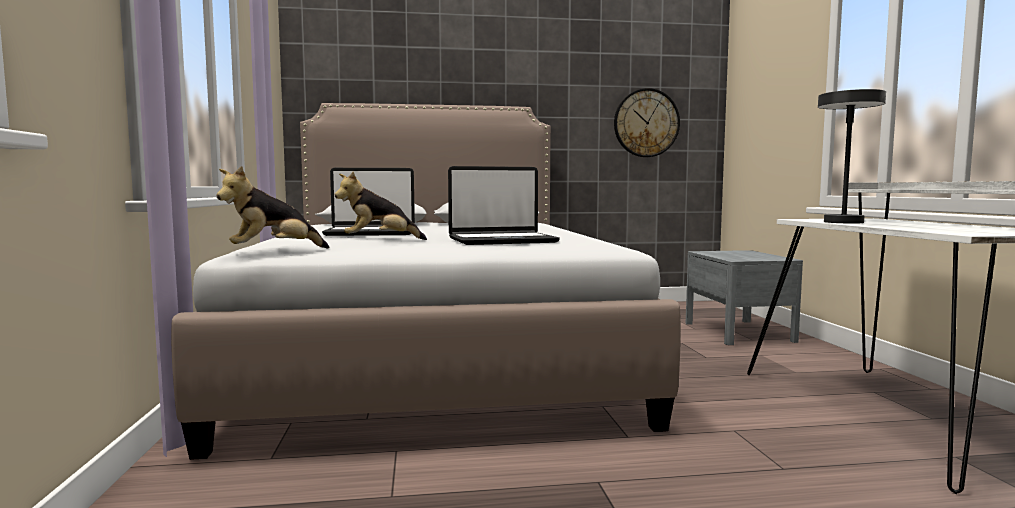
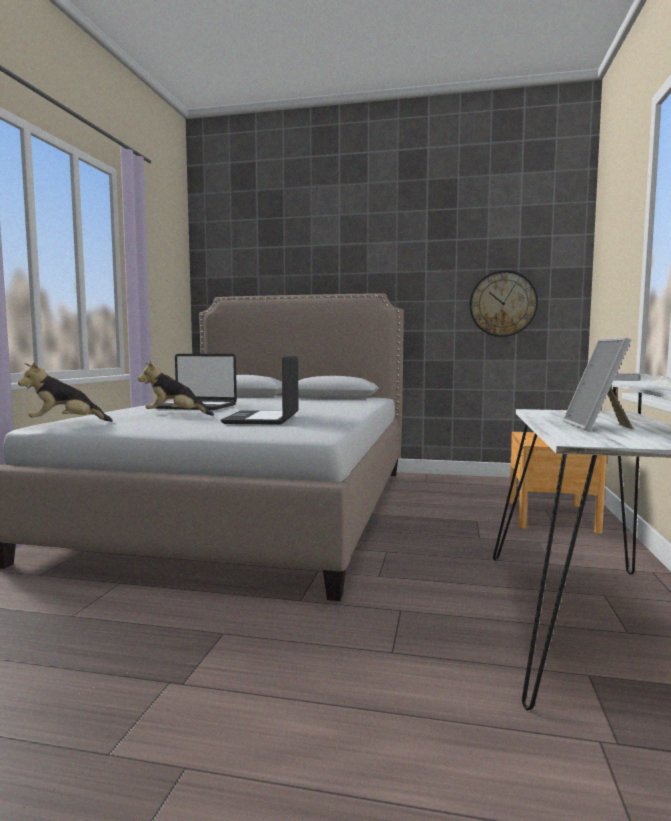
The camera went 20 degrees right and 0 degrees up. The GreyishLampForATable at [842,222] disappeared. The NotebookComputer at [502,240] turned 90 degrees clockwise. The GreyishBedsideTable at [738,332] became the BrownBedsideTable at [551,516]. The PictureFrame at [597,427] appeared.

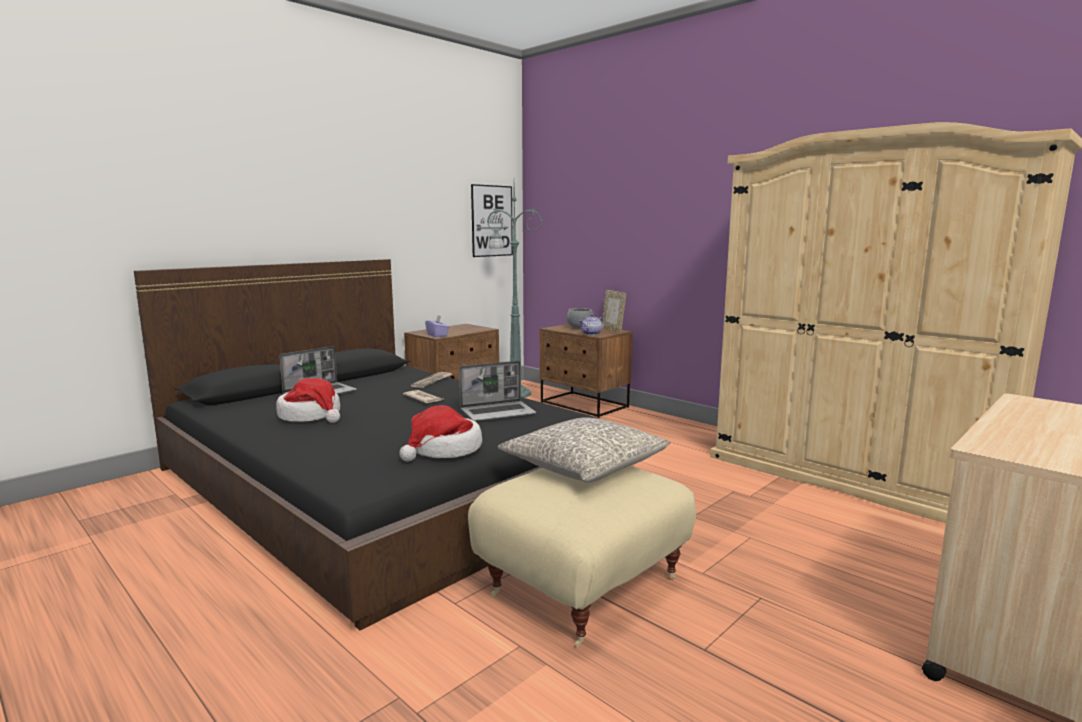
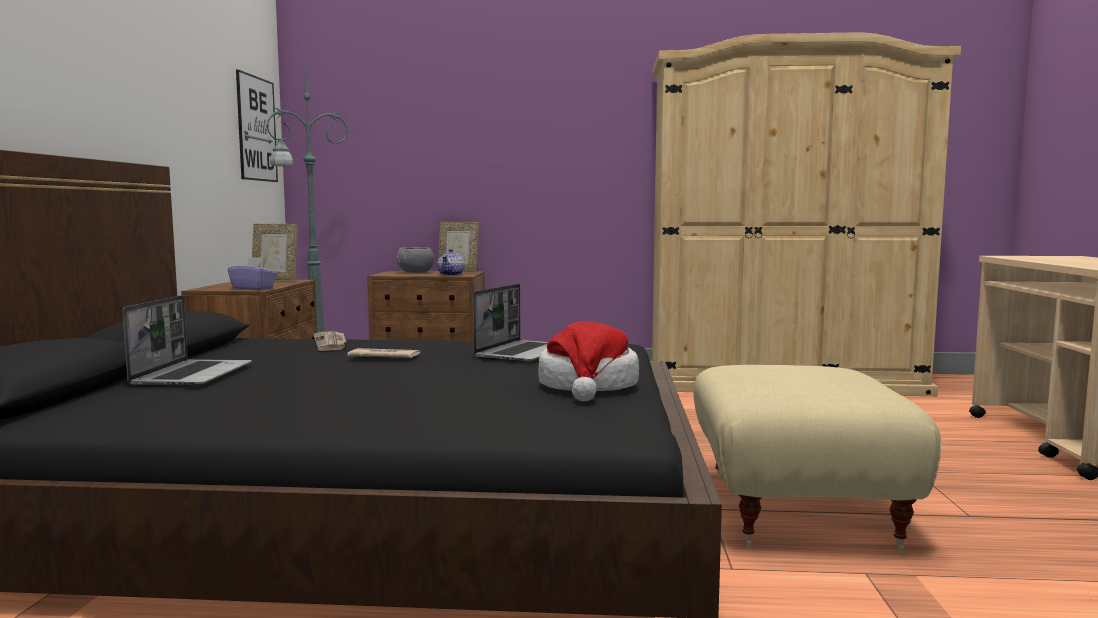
The camera went 40 degrees left and 5 degrees down. The Hat at [311,416] disappeared. The GreyishPillow at [584,465] disappeared. The PictureFrame at [275,281] appeared.

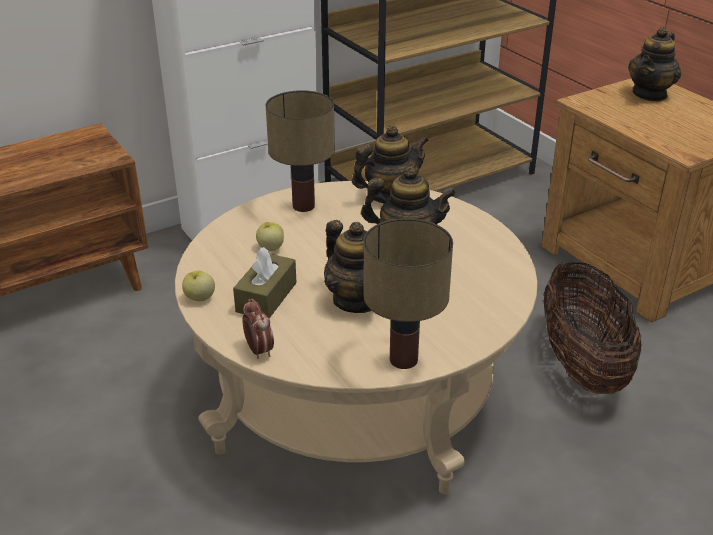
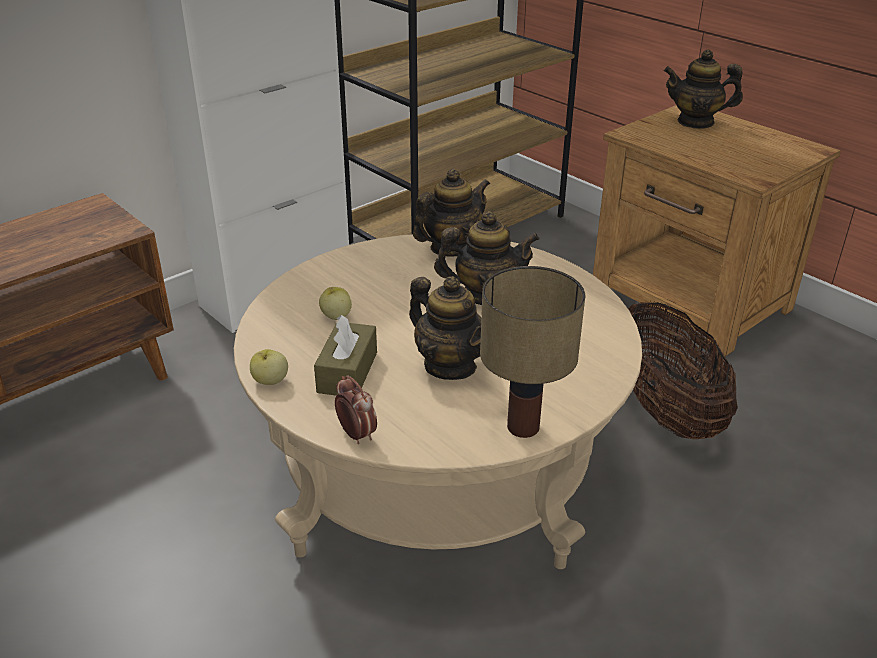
The camera went 10 degrees left and 0 degrees up. The Teapot at [650,94] turned 75 degrees clockwise. The LampForATable at [302,206] disappeared.

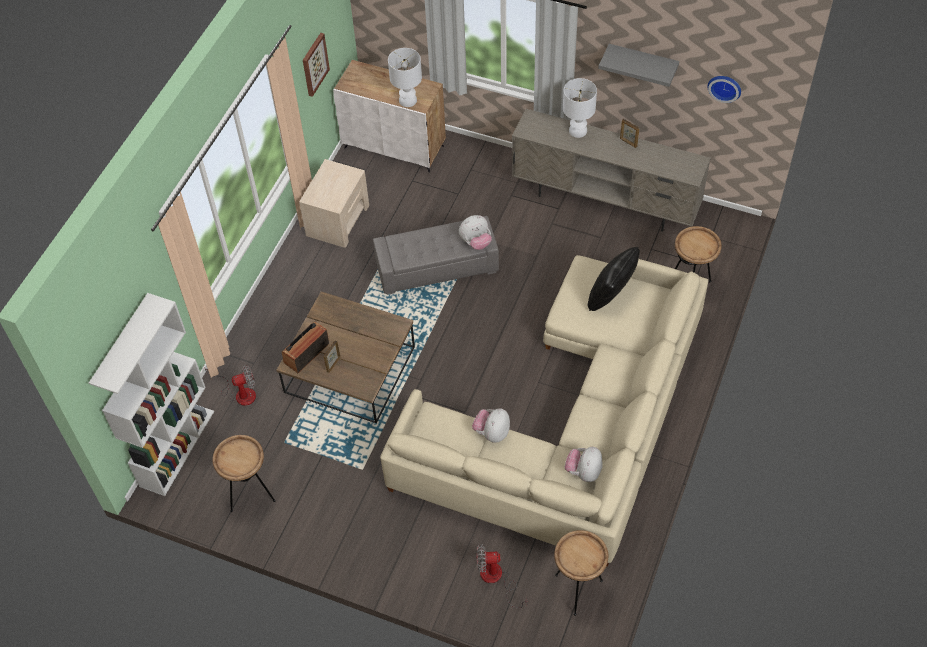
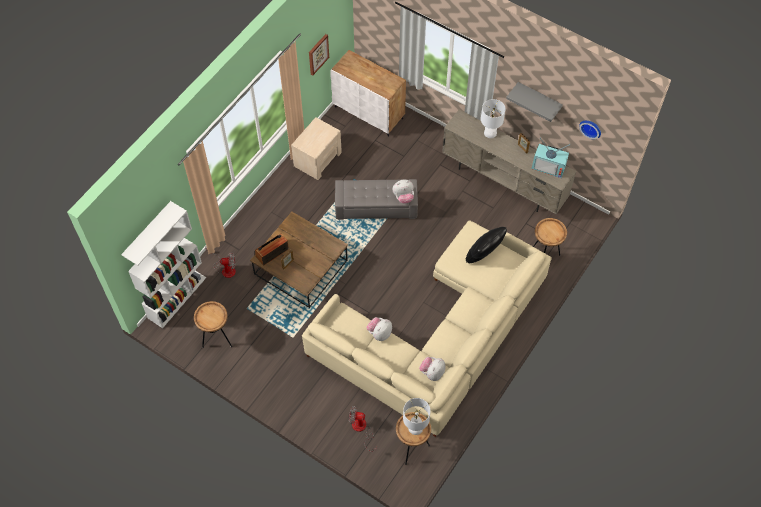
The camera went 10 degrees right and 5 degrees up. The WhiteColouredLampForATable moved from [407,100] to [415,427]. The Tv at [549,166] appeared.

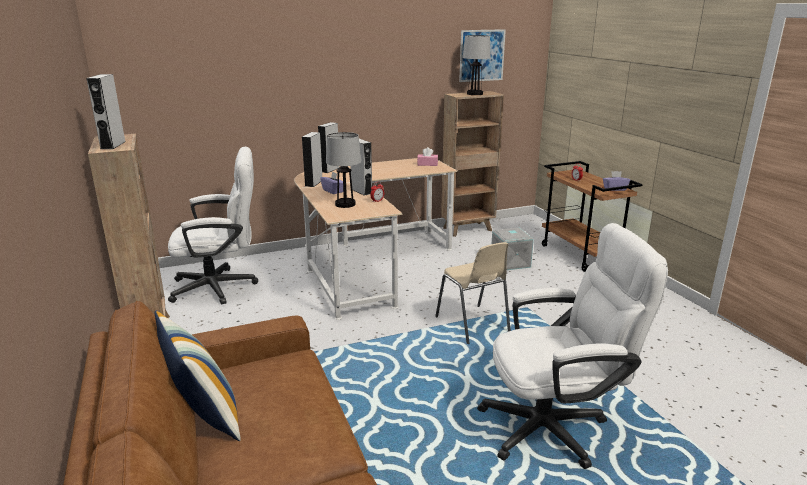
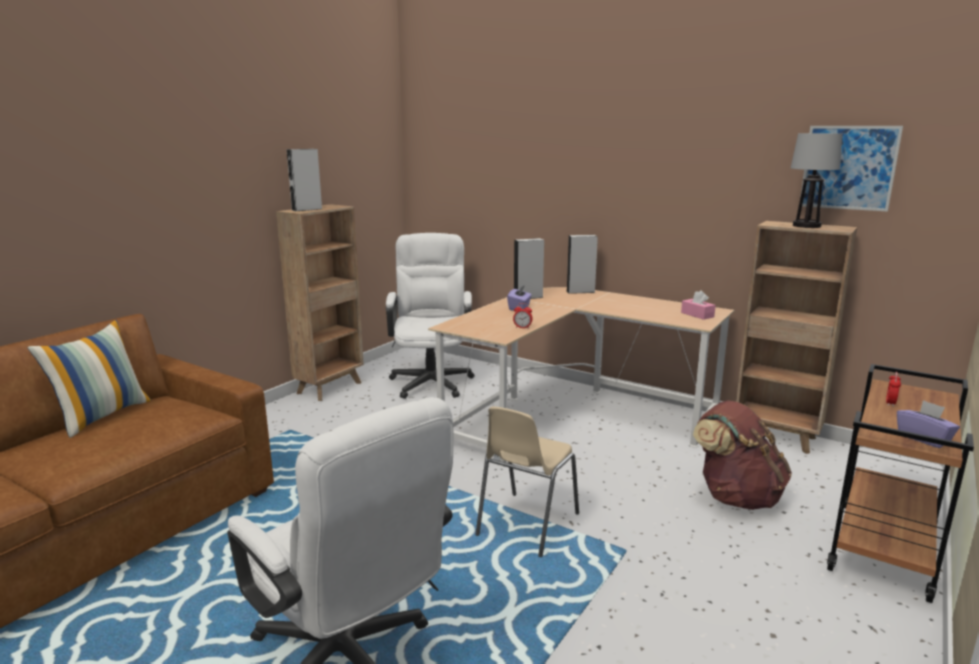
The camera went 55 degrees right and 5 degrees down. The LampForATable at [344,204] disappeared. The GreyishAudioSpeaker at [361,191] disappeared. The WhiteColouredComputerChair at [222,286] turned 135 degrees counterclockwise. The GreyishStorageBox at [509,262] was replaced by the BrownBackpack at [736,497].

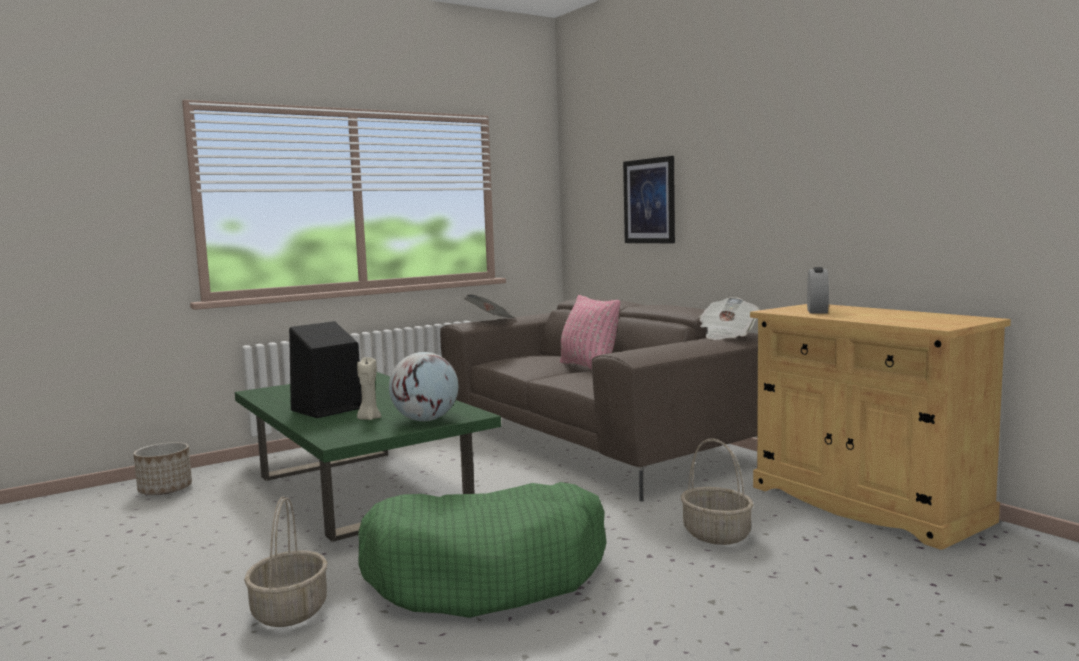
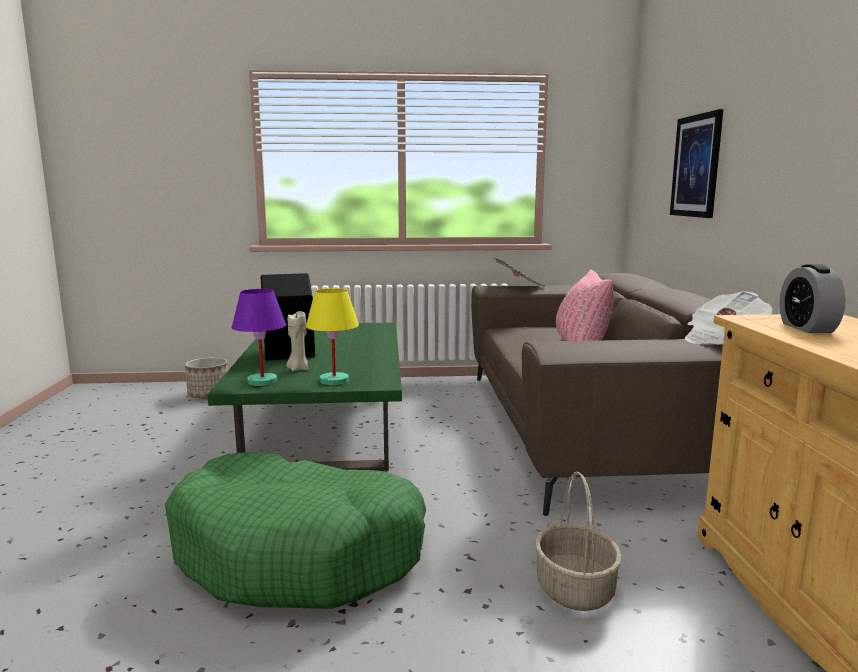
The camera went 30 degrees right and 5 degrees up. The TableClock at [817,311] turned 135 degrees clockwise. The DeskGlobe at [425,420] was replaced by the YellowLampForATable at [334,380]. The HouseholdBasket at [289,611] disappeared. The PurpleColouredLampForATable at [262,381] appeared.

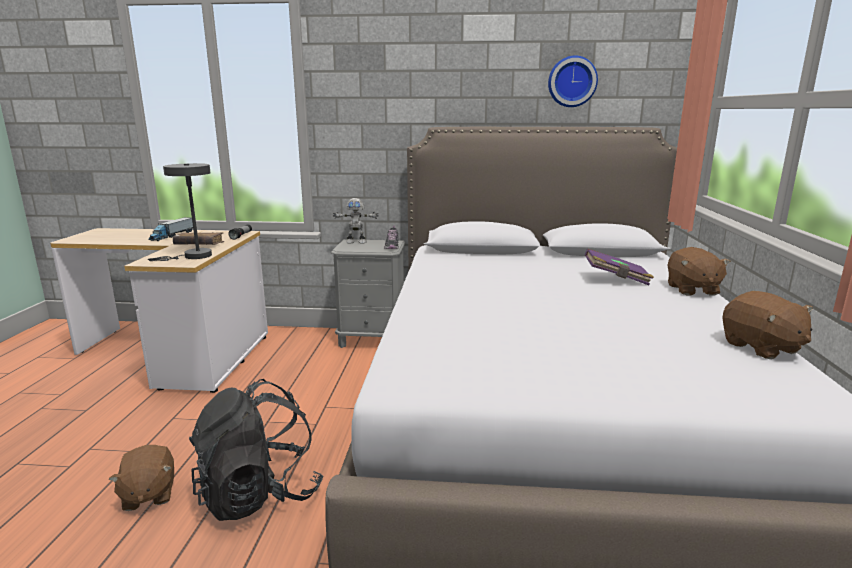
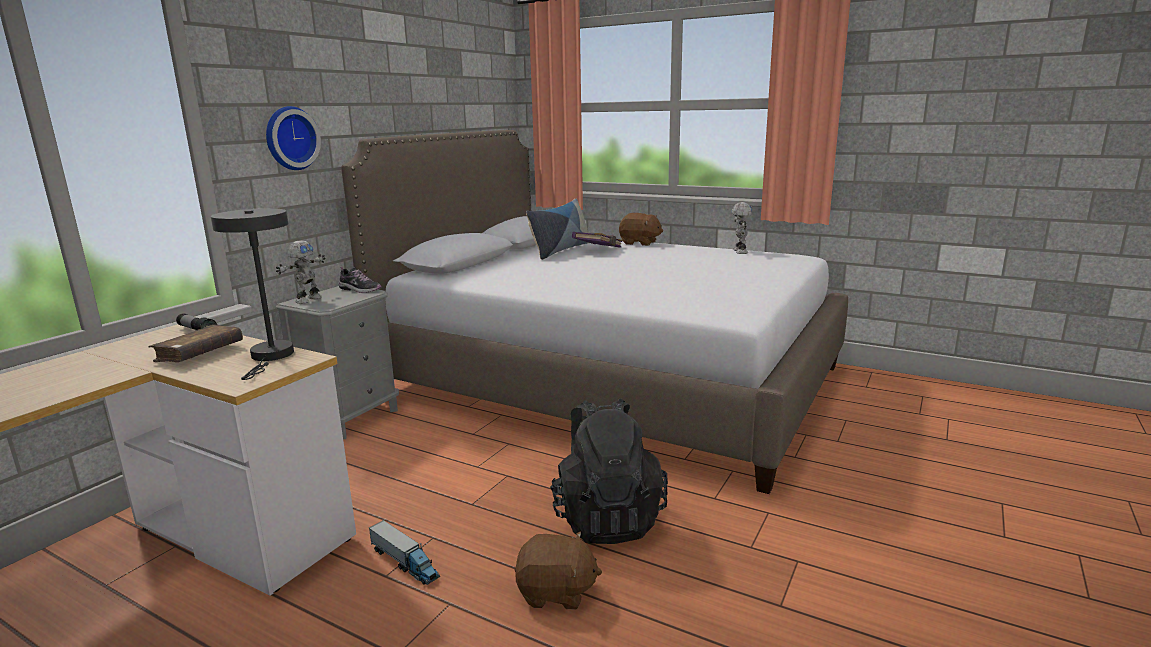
The camera went 65 degrees left and 0 degrees up. The WallClock moved from [572,82] to [290,138]. The ToyLorry moved from [172,236] to [405,563]. The BrownSoftToy at [761,347] was replaced by the RobotFigure at [739,251]. The Pillow at [560,250] appeared.

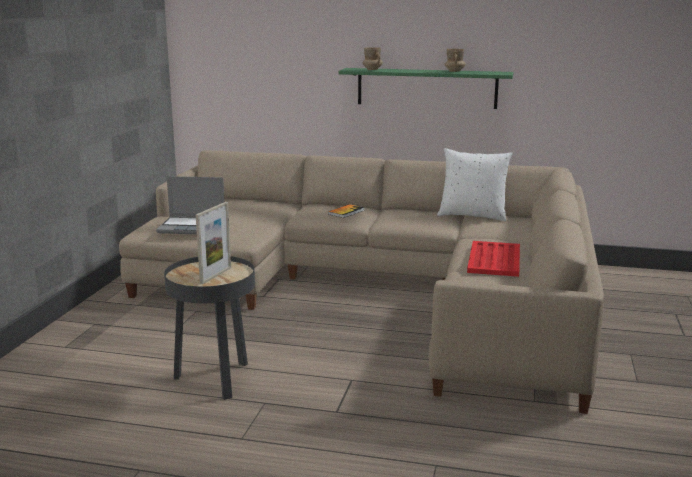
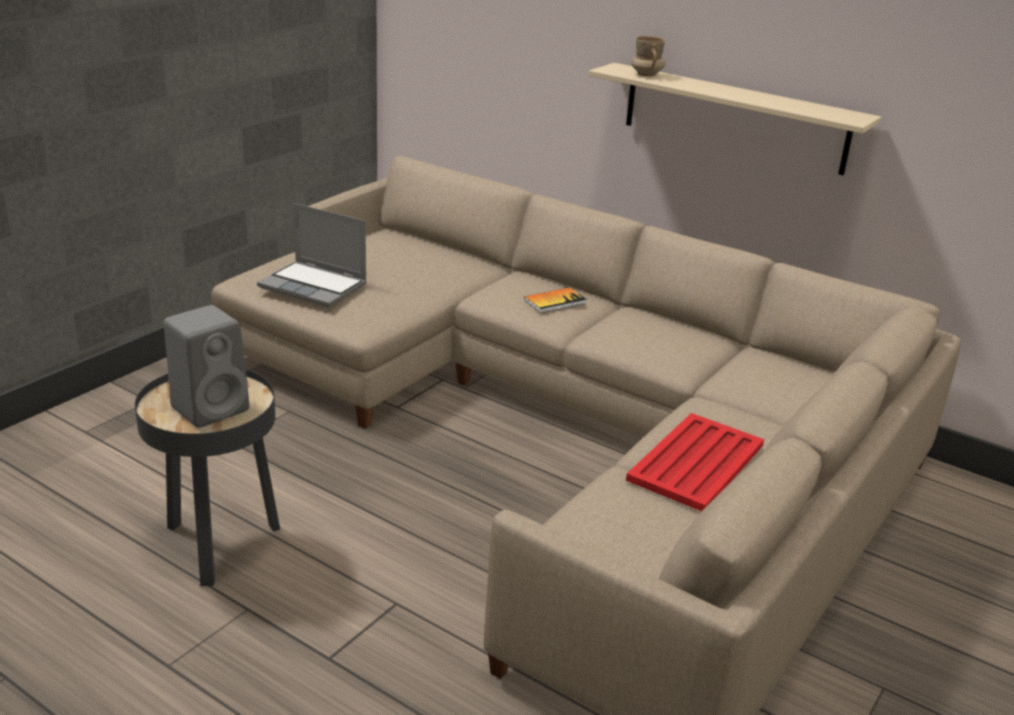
The camera went 20 degrees right and 10 degrees up. The SandColouredCoffeeMug at [454,71] disappeared. The GreenColouredBracketShelf at [426,88] became the SandColouredBracketShelf at [734,118]. The WhiteColouredPillow at [472,215] disappeared. The PictureFrame at [216,275] was replaced by the GreyishAudioSpeaker at [212,408].

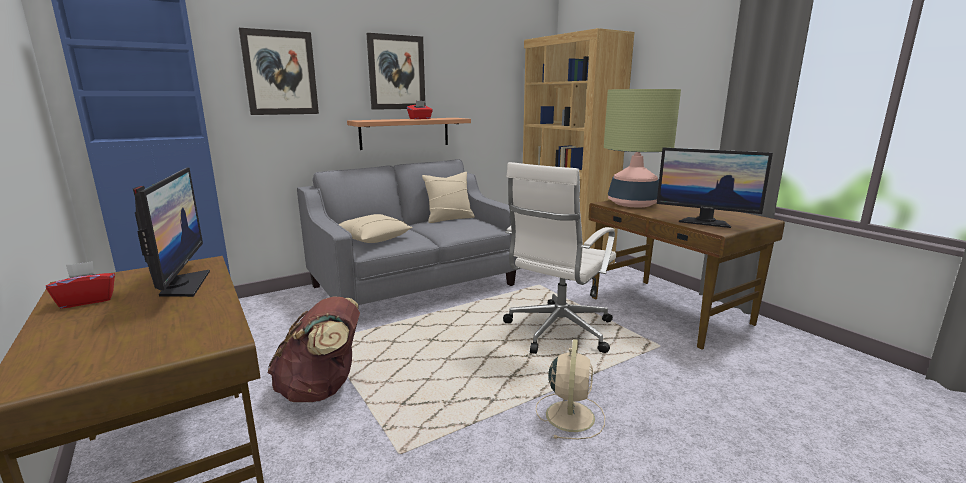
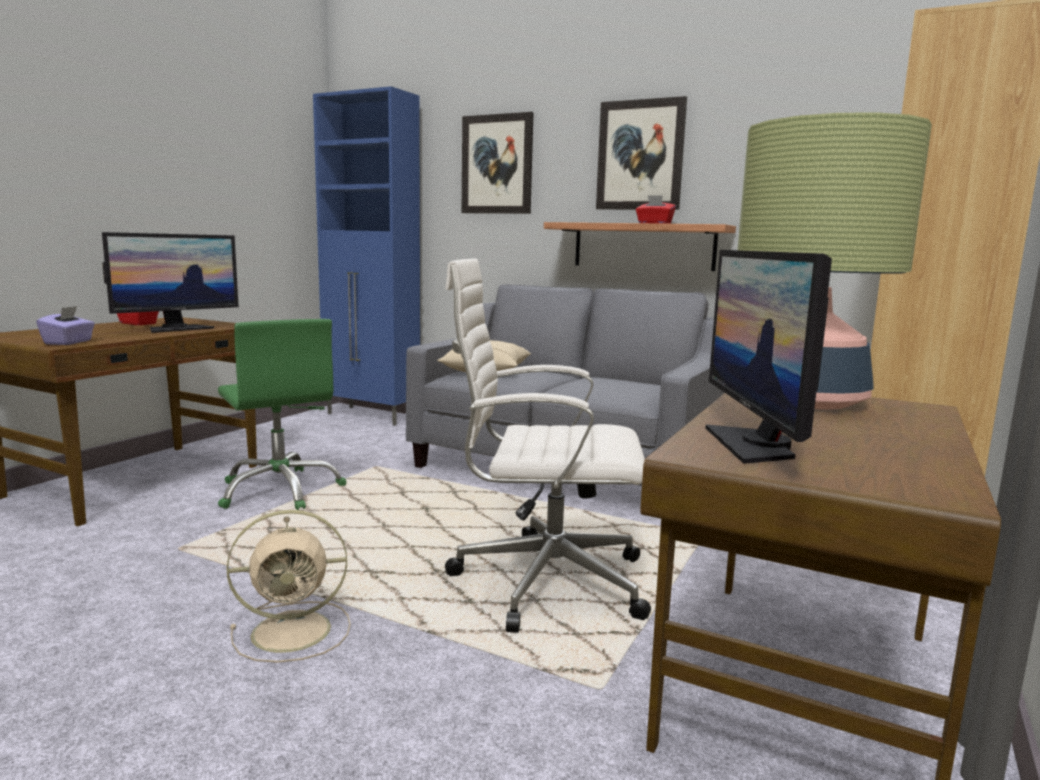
The camera went 60 degrees right and 5 degrees down. The SandColouredPillow at [449,218] disappeared. The BrownBackpack at [322,389] was replaced by the GreenColouredComputerChair at [281,490]. The PurpleColouredTissueHolder at [69,342] appeared.

